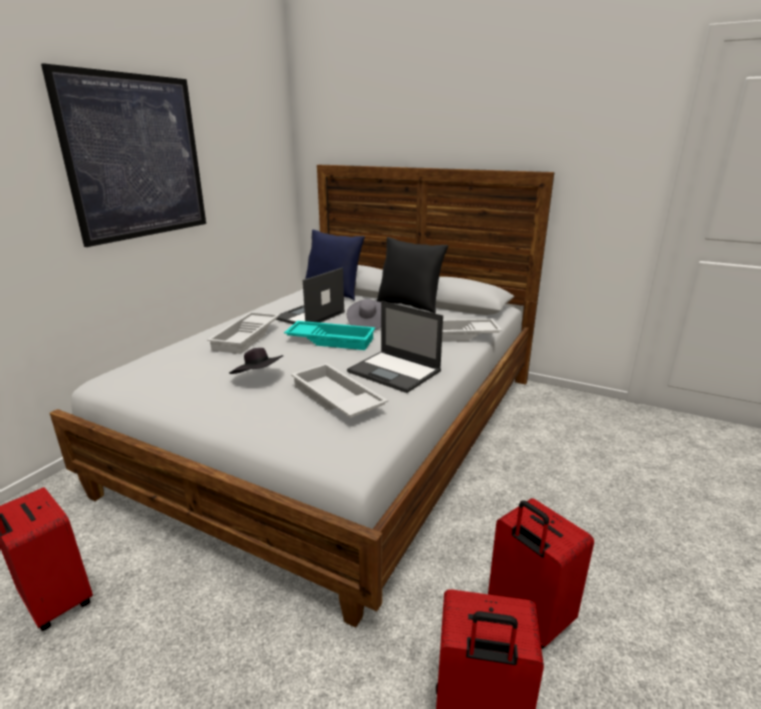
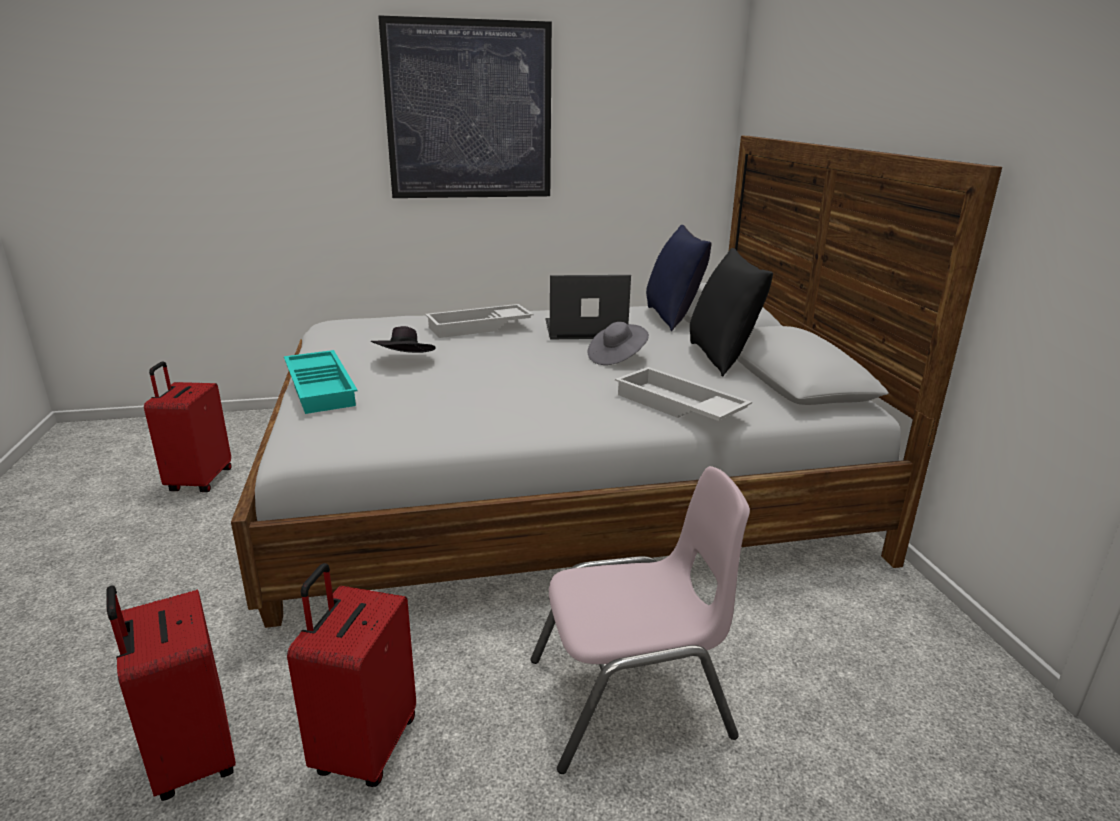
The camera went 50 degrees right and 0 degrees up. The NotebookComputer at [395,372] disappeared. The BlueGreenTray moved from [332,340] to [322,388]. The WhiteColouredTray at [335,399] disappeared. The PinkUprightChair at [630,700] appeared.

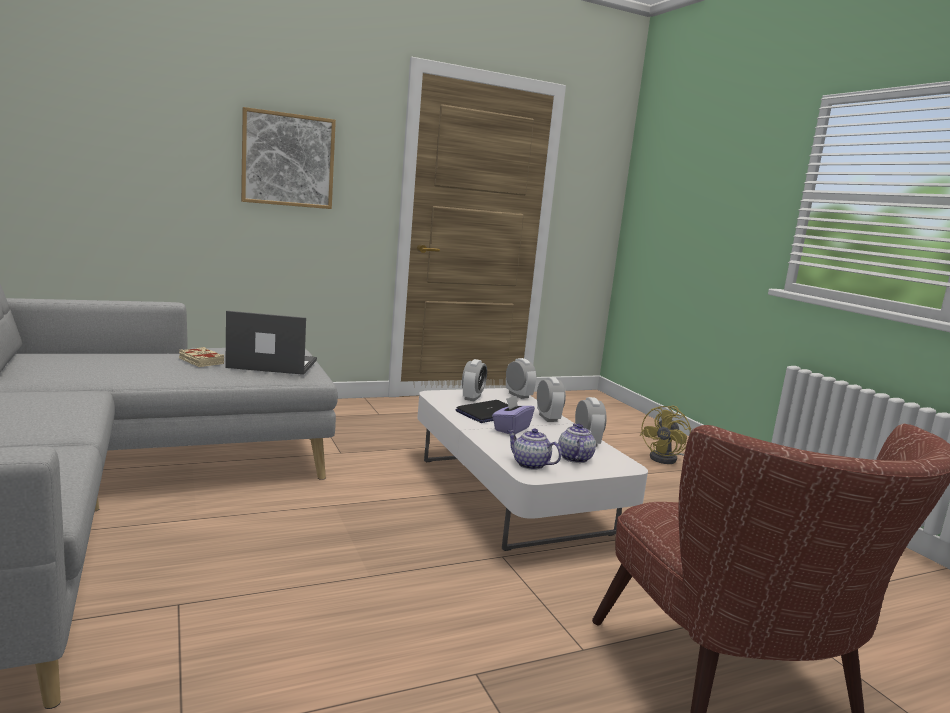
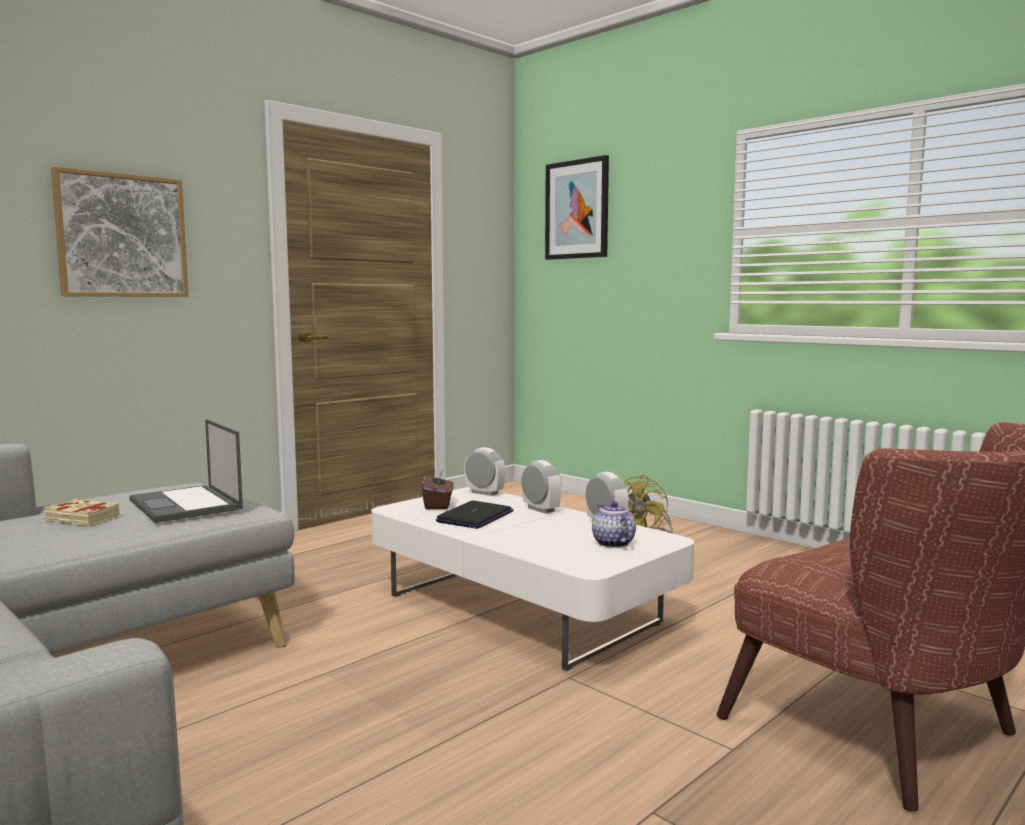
The camera went 20 degrees left and 5 degrees down. The NotebookComputer at [271,364] turned 105 degrees counterclockwise. The TableClock at [472,398] was replaced by the BrownTissueHolder at [438,504]. The PurpleColouredTissueHolder at [511,429] disappeared. The Teapot at [529,464] disappeared. The Picture at [577,209] appeared.

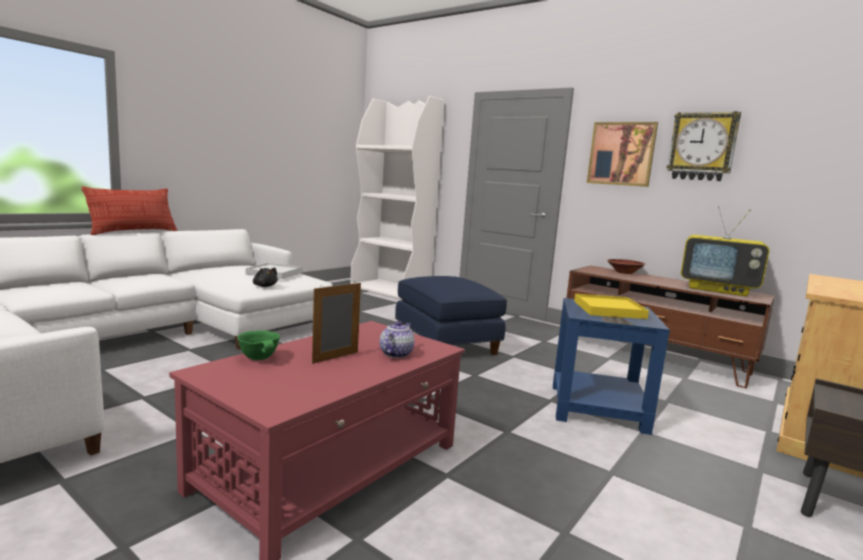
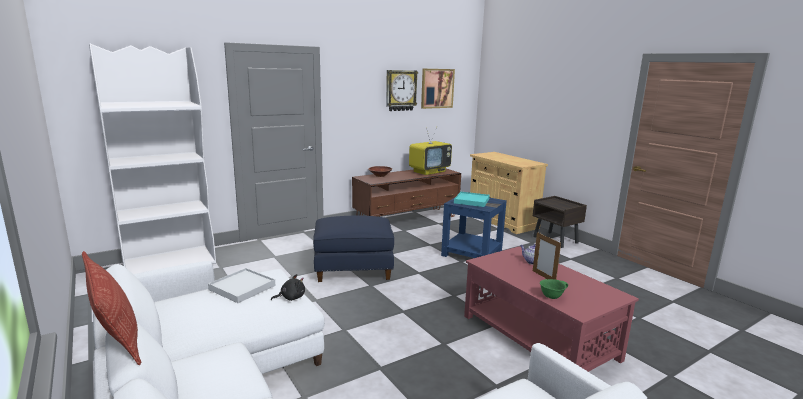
The camera went 70 degrees left and 5 degrees up. The Picture moved from [621,154] to [437,88]. The YellowTray at [608,310] became the BlueGreenTray at [471,201].

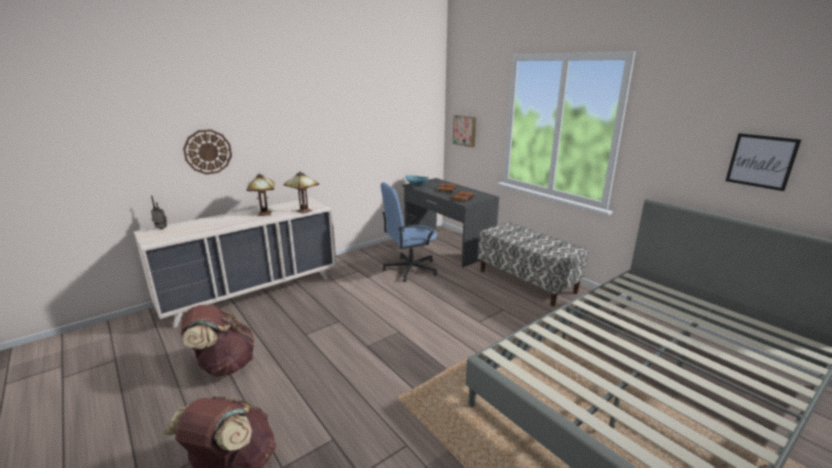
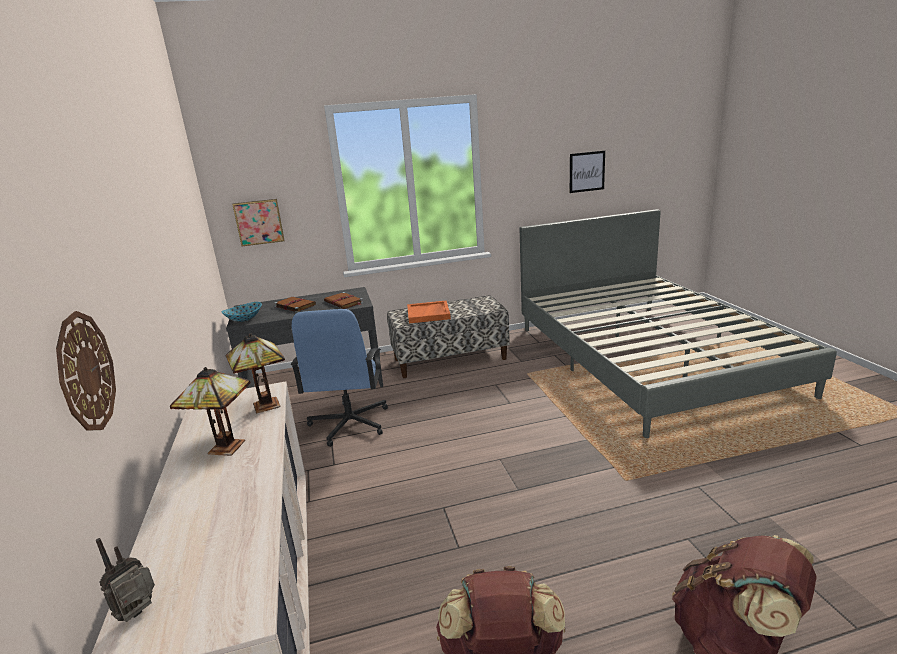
The camera went 65 degrees left and 0 degrees up. The OrangeColouredTray at [429,314] appeared.

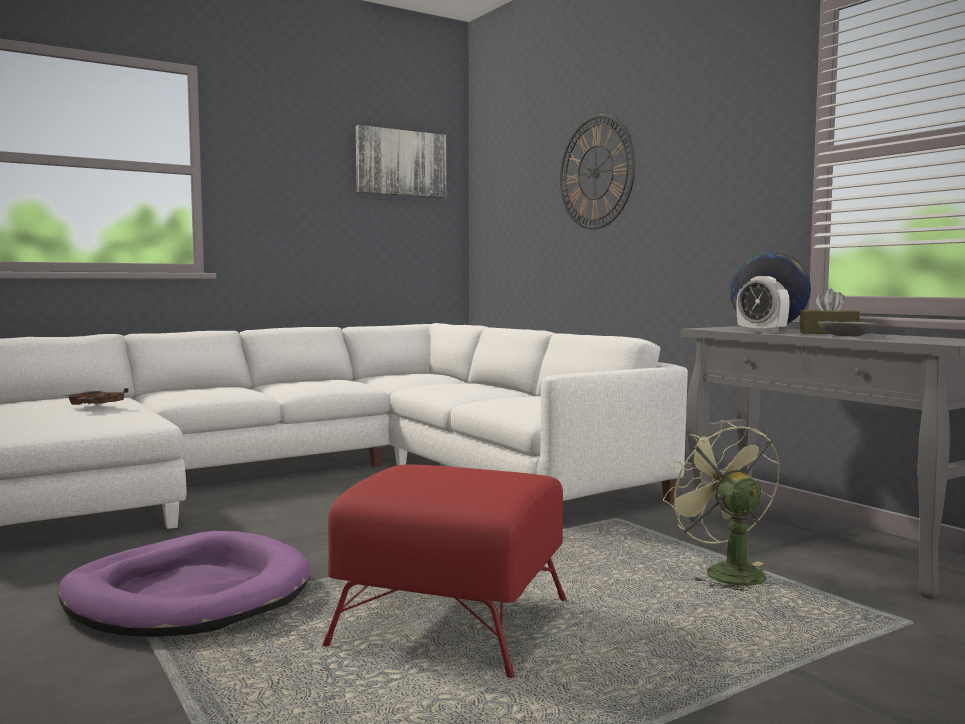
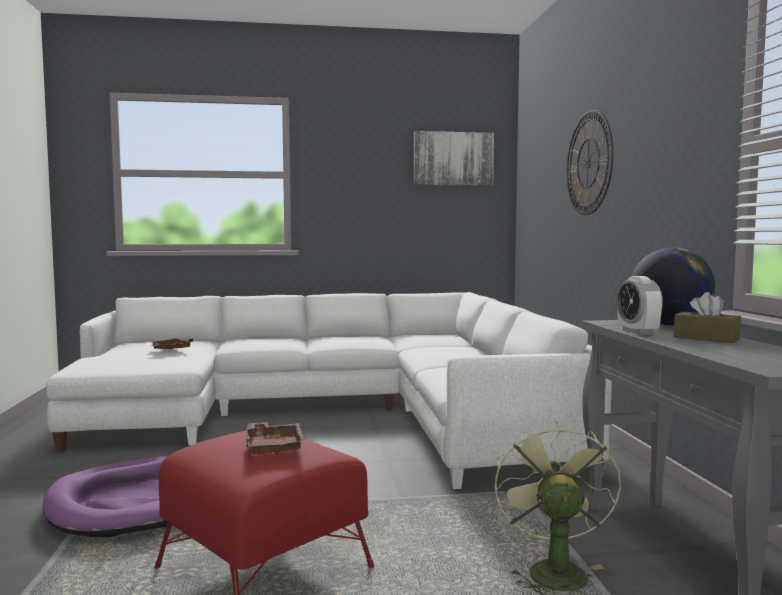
The camera went 25 degrees right and 0 degrees up. The GreyishServingBowl at [846,336] disappeared. The BrownTray at [273,447] appeared.

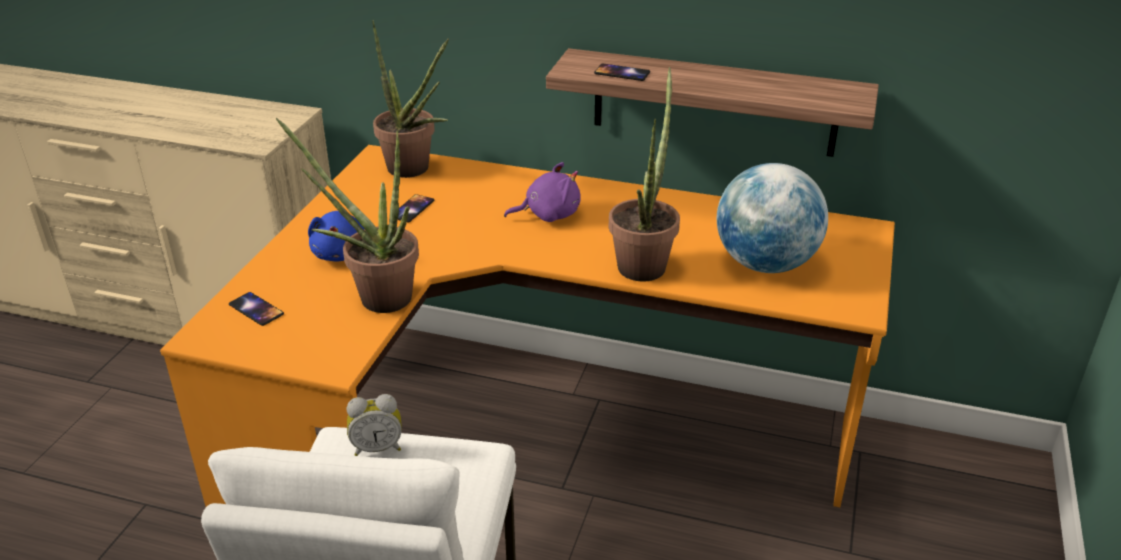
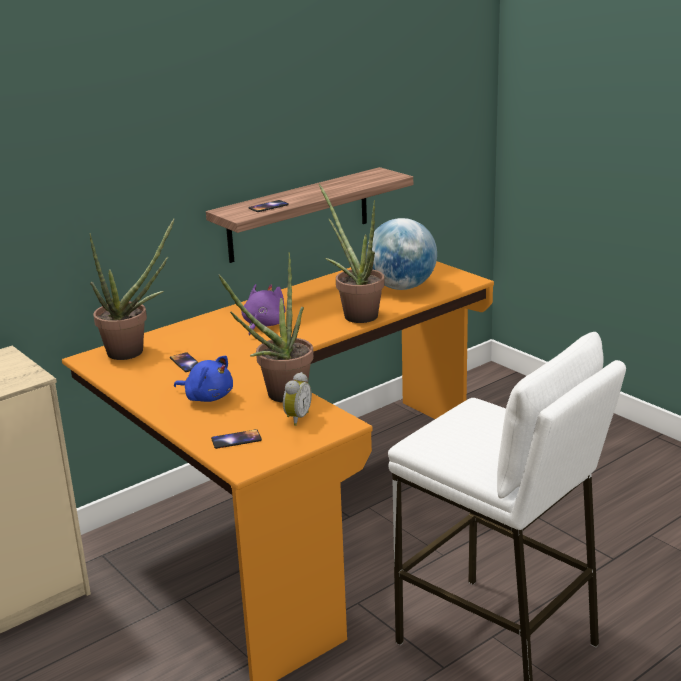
The camera went 55 degrees left and 10 degrees down. The TableClock moved from [377,447] to [296,418].

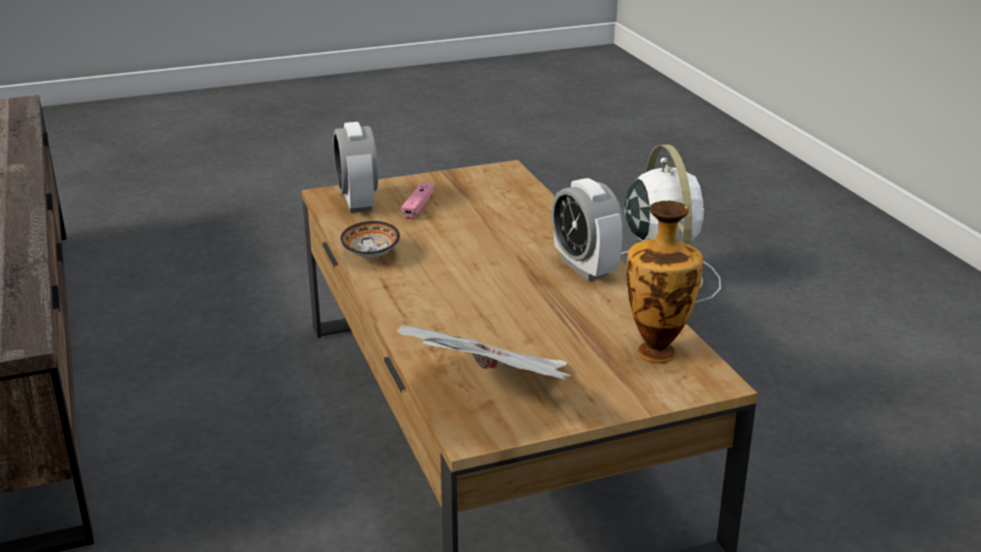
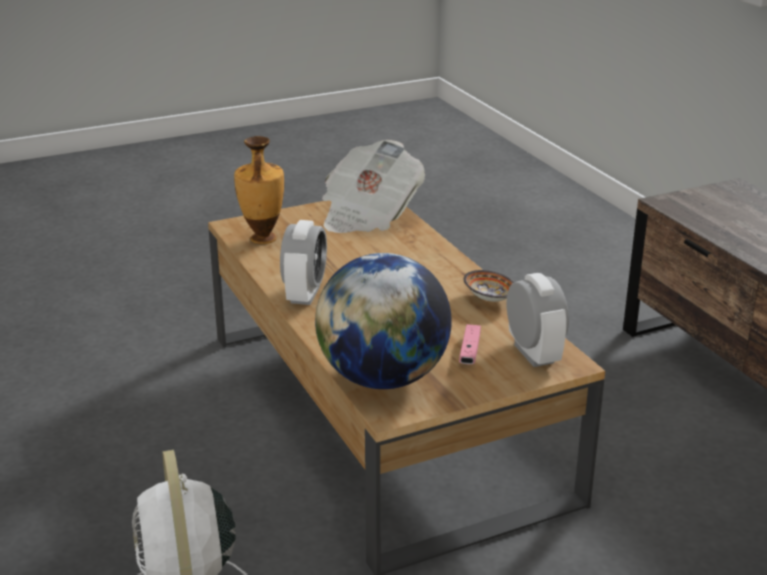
The camera went 175 degrees right and 0 degrees up. The TableClock at [585,268] turned 45 degrees clockwise. The DeskGlobe at [383,378] appeared.

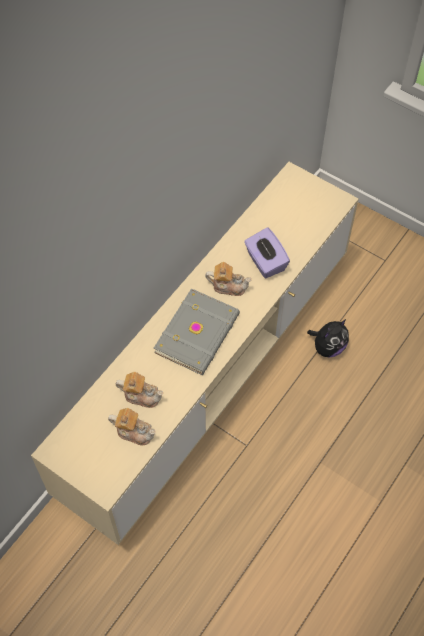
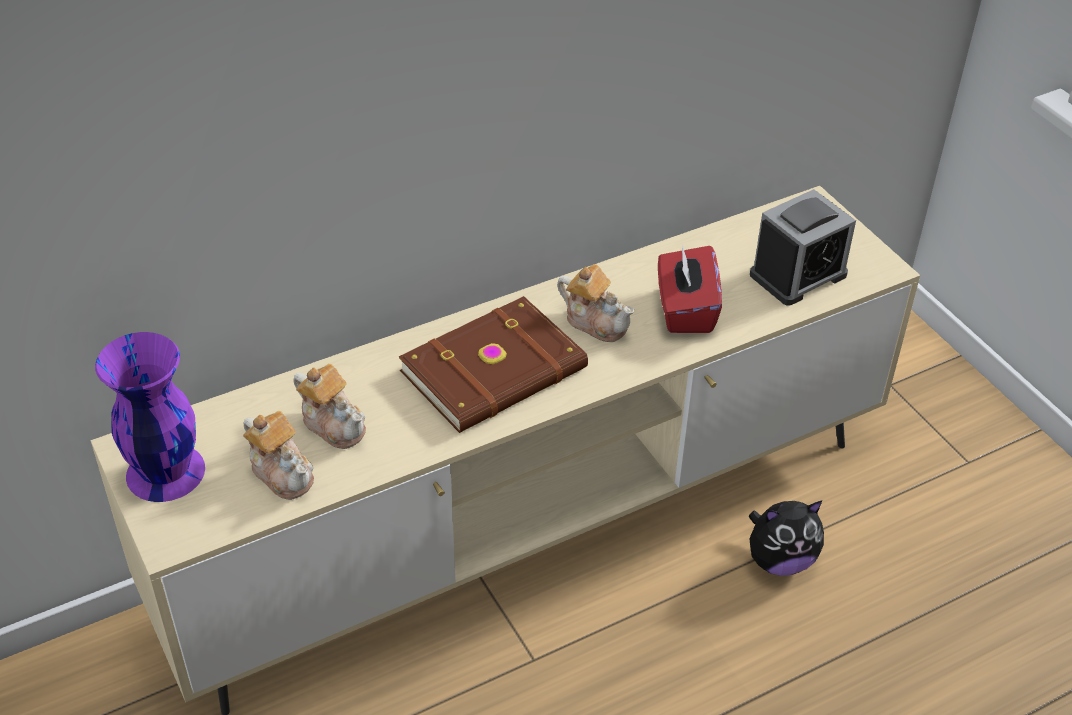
The camera went 25 degrees right and 15 degrees down. The PurpleColouredTissueHolder at [265,262] became the RedTissueHolder at [685,310]. The GreyishBoundBook at [199,334] became the BrownBoundBook at [496,371]. The TableClock at [798,275] appeared. The PurpleColouredFlowerVase at [164,472] appeared.

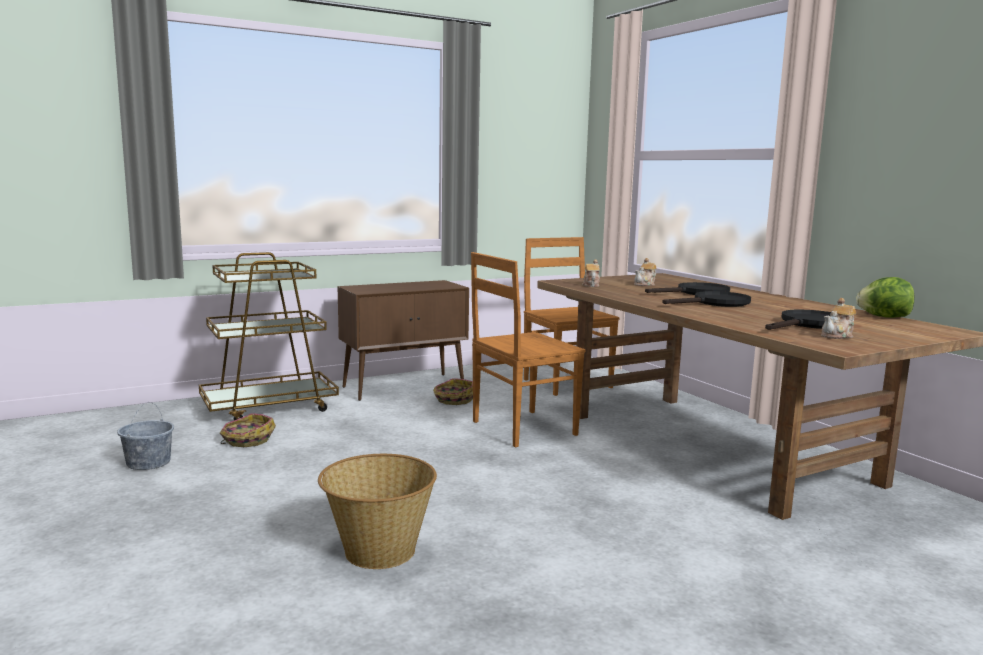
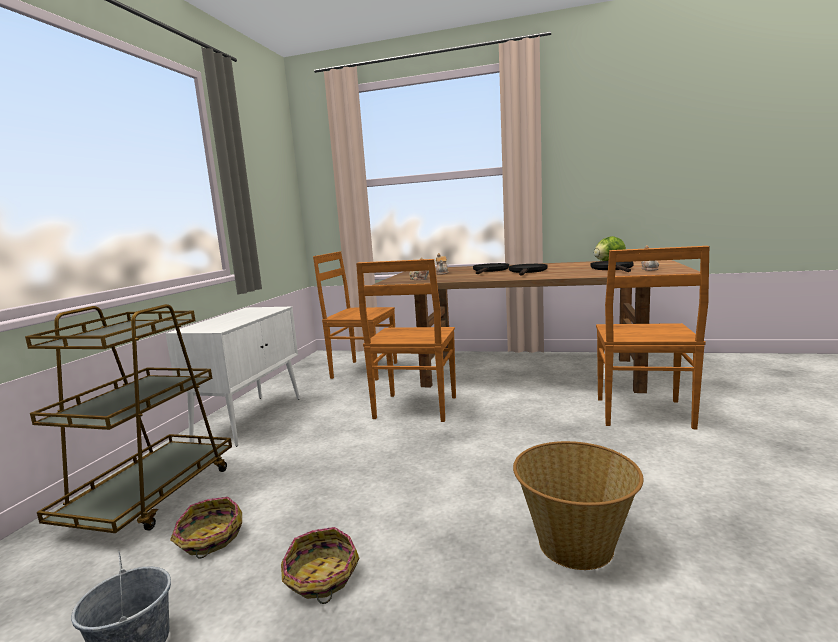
The camera went 45 degrees left and 0 degrees up. The BrownStorageCabinet at [405,386] became the WhiteColouredStorageCabinet at [250,418]. The HouseholdBasket moved from [454,400] to [321,577]. The BrownUprightChair at [643,414] appeared.

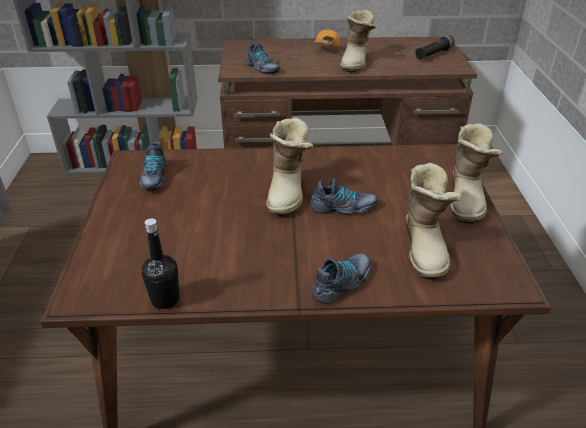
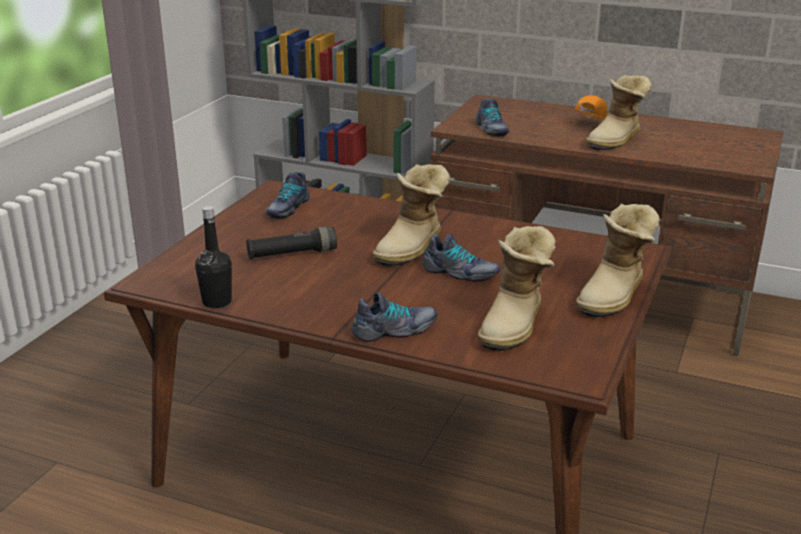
The camera went 25 degrees right and 10 degrees down. The BlackTorch moved from [434,54] to [292,254].

